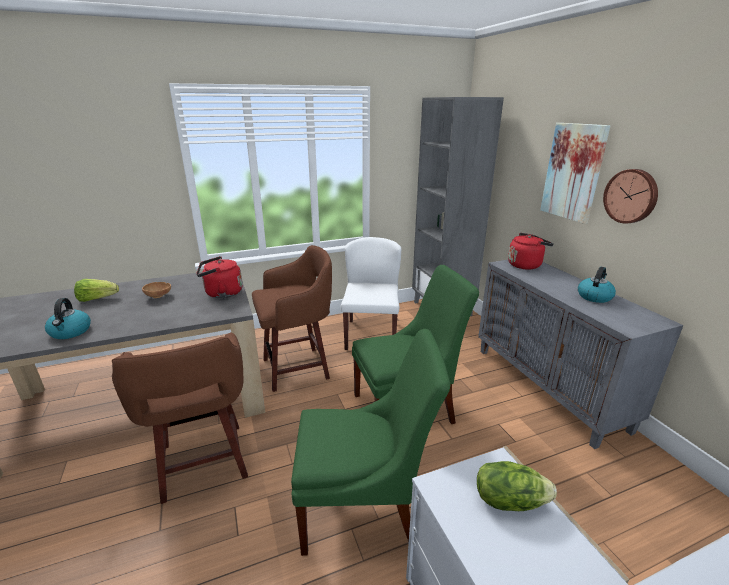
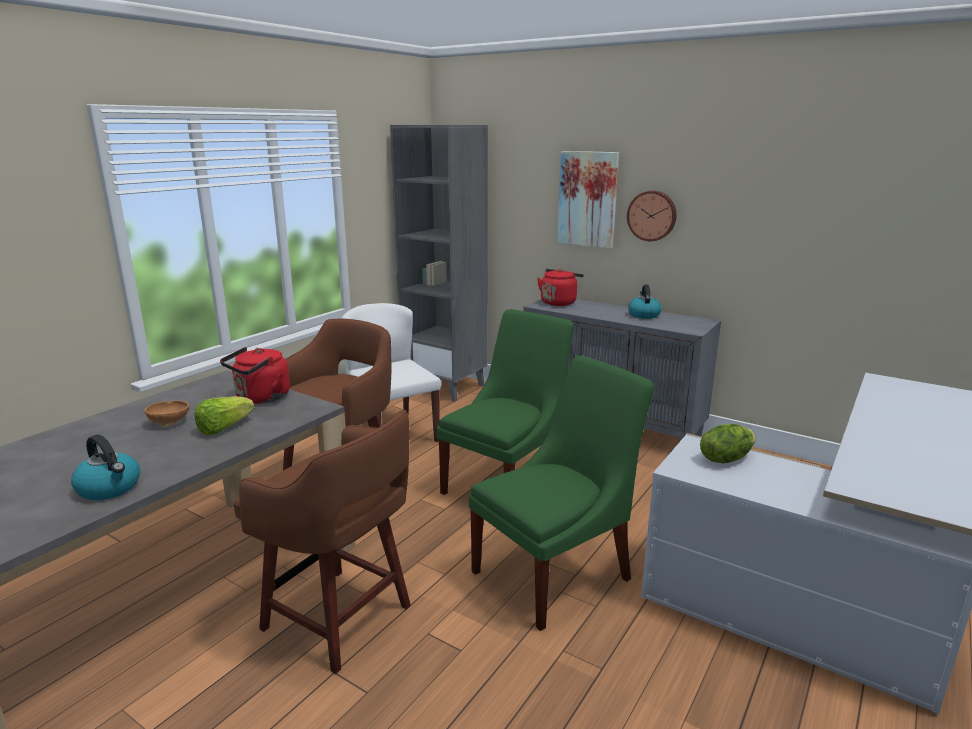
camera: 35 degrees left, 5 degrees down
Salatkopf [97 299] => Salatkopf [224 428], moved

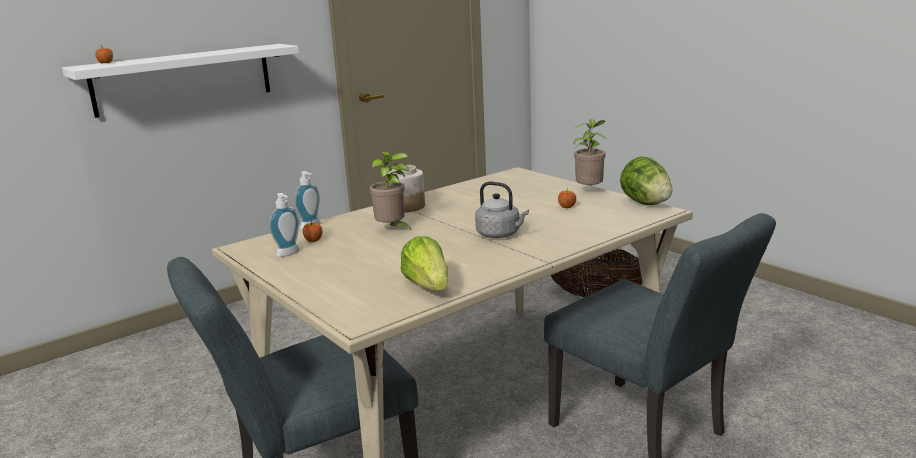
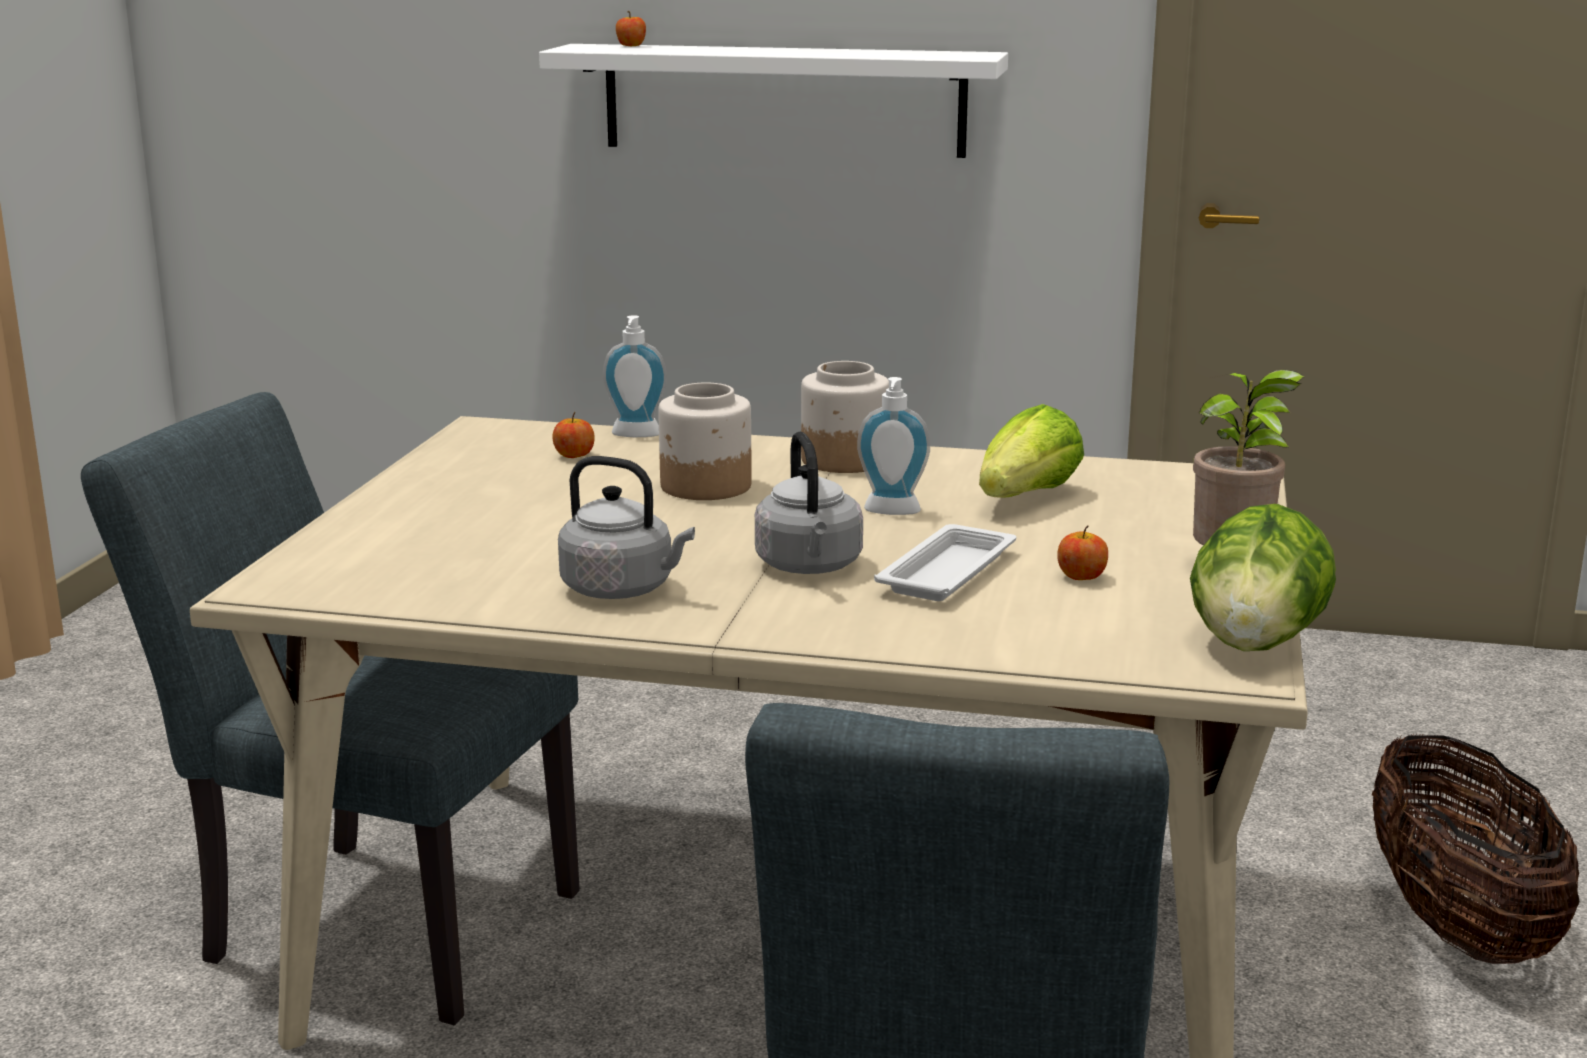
camera: 50 degrees right, 0 degrees up
nothing => Wasserkessel/grau [623 589]
Topfpflanze [392 230] => Vorratsglas [705 486]
Seifenspender [290 254] => Seifenspender [891 512], moved
nothing => Tablett/weiß [948 572]
Salatkopf [428 286] => Salatkopf [1027 497], moved

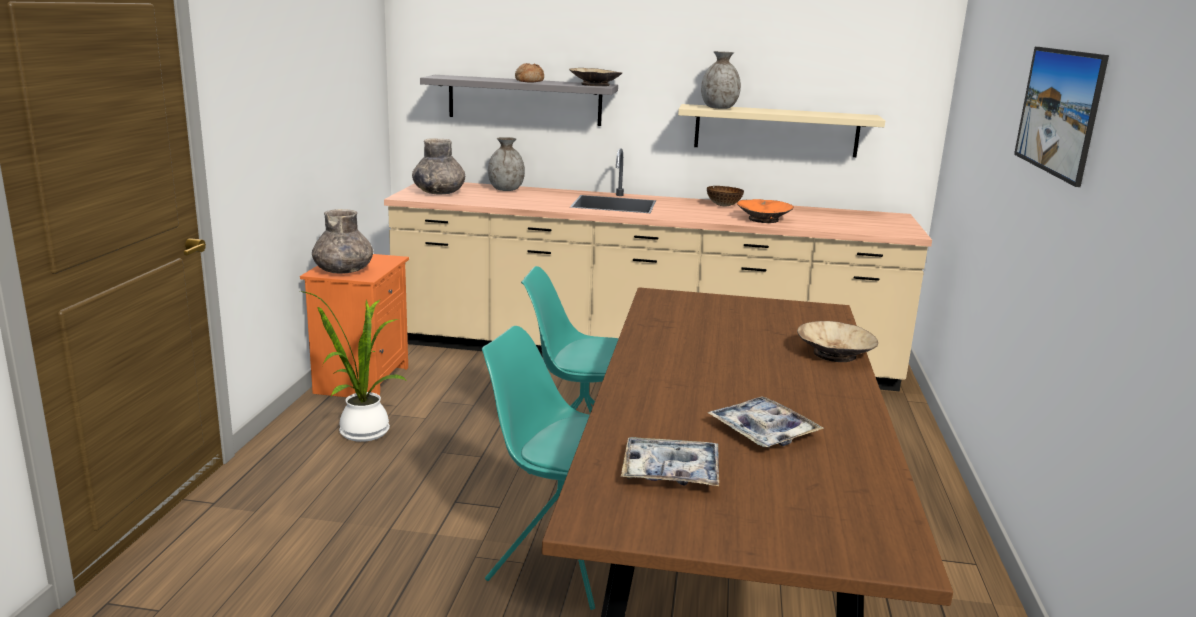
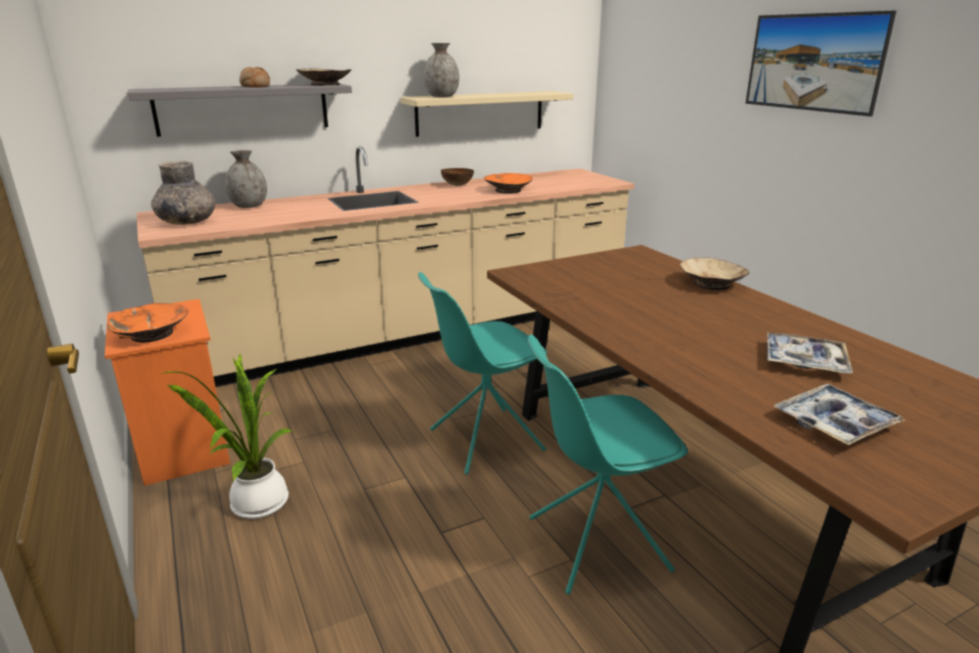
camera: 35 degrees left, 5 degrees up
Vase/grau [344 271] => Schüssel/orange [152 334]

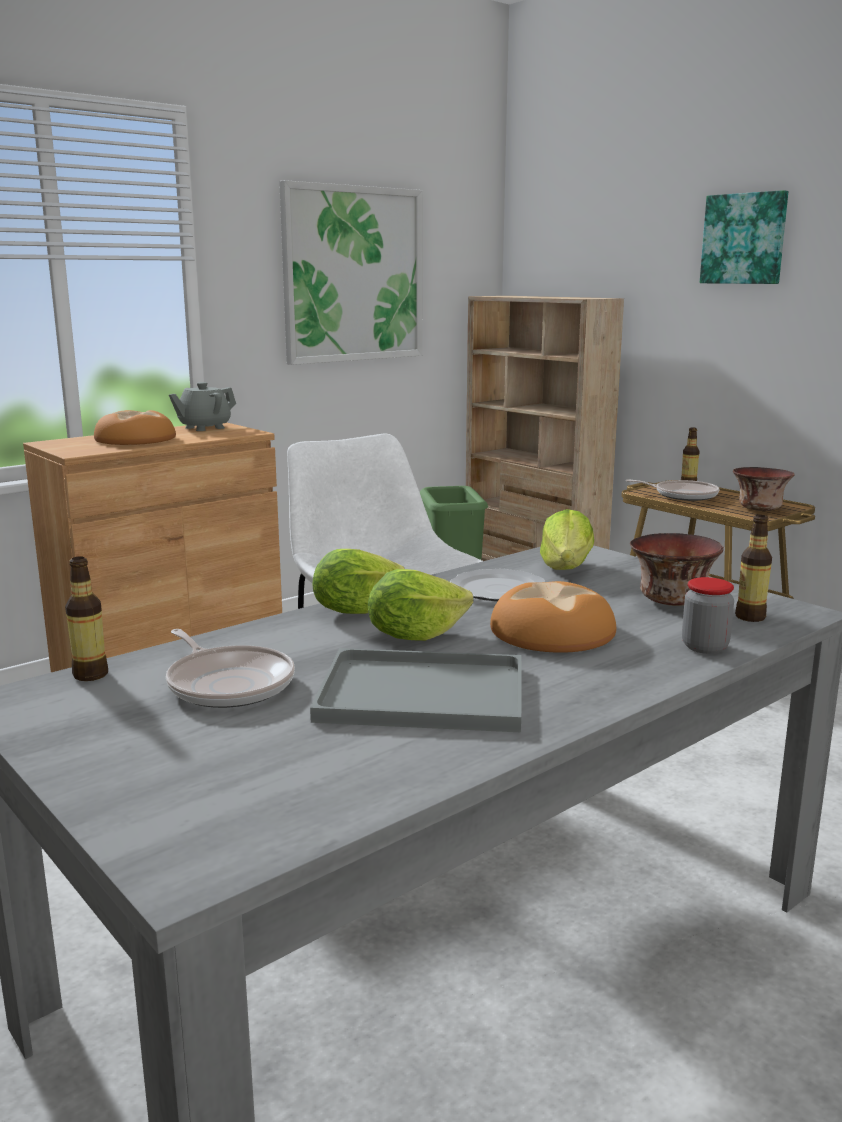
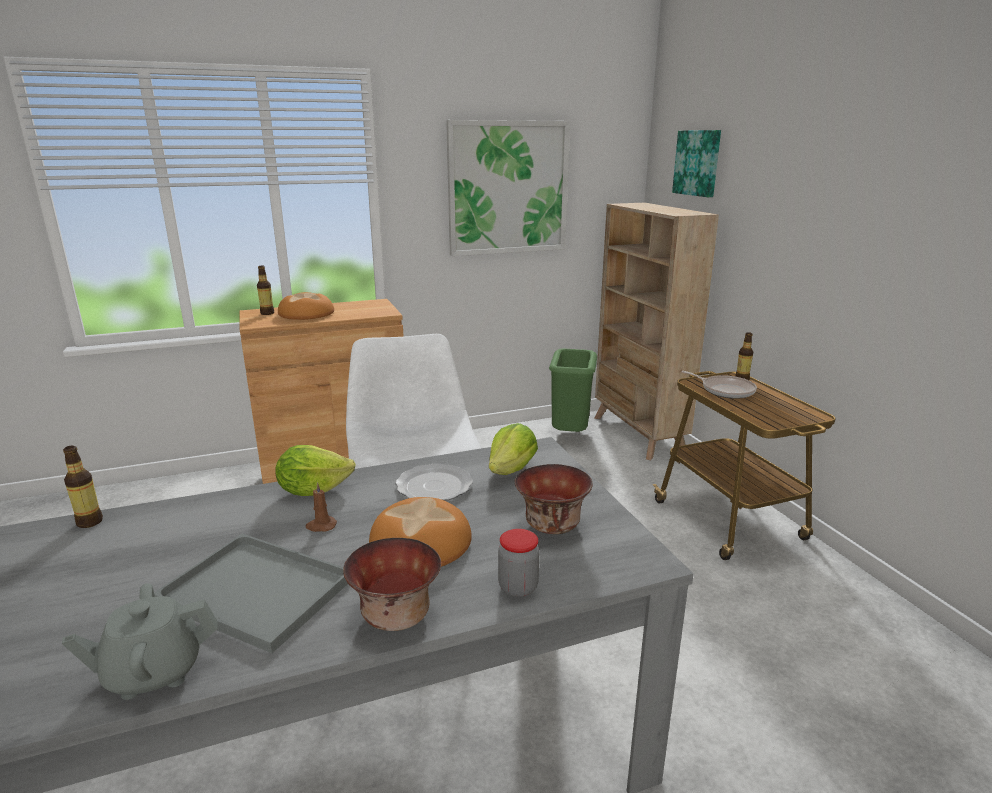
camera: 20 degrees right, 5 degrees up
Teekanne/grau [204 428] => Teekanne/grau [154 672], moved
Flasche [750 617] => Flasche [267 313], moved
Salatkopf [415 636] => Kerze/braun [321 526]
Schüssel [759 509] => Schüssel [394 616], moved
Bild [744 239] => Bild [698 163], moved
Pfanne [228 684] => nothing

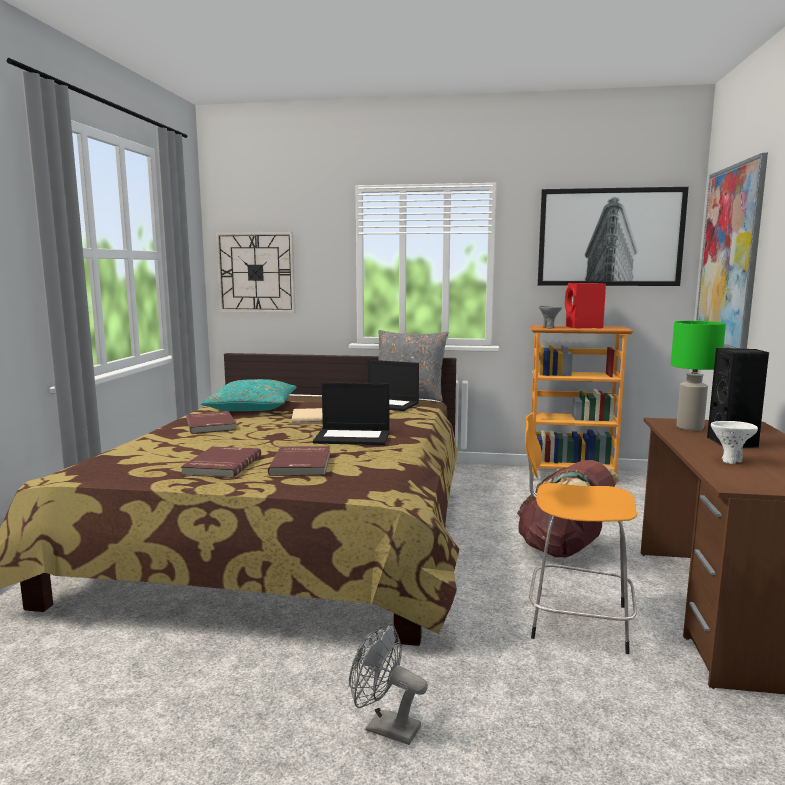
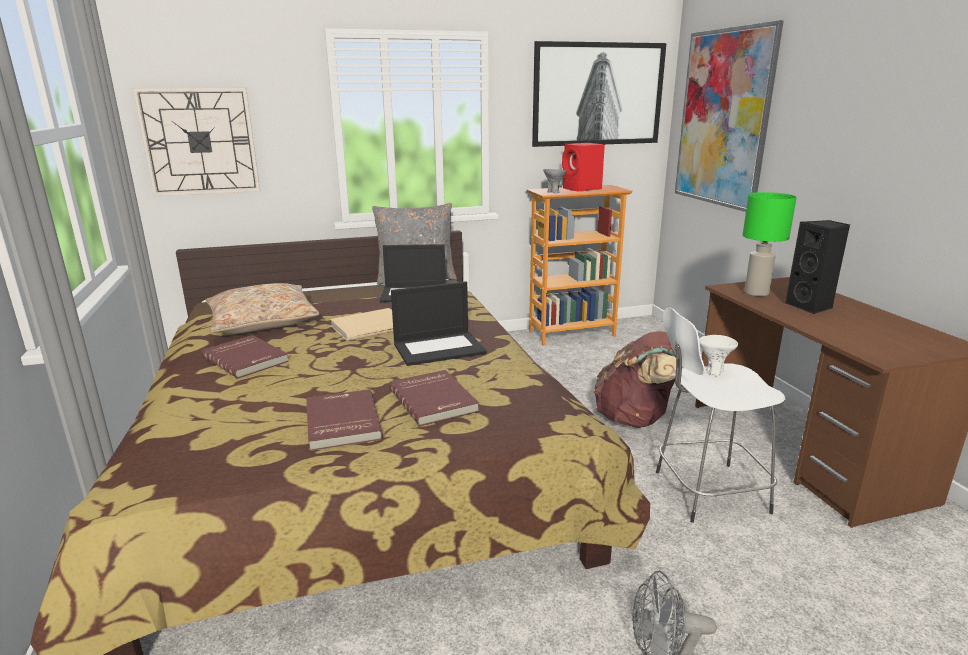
camera: 25 degrees left, 10 degrees up
Kissen/türkis [251 407] => Kissen/beige [262 321]
Hocker/orange [574 620] => Hocker/weiß [706 492]
Schüssel/weiß [730 461] => Schüssel/weiß [714 371], moved

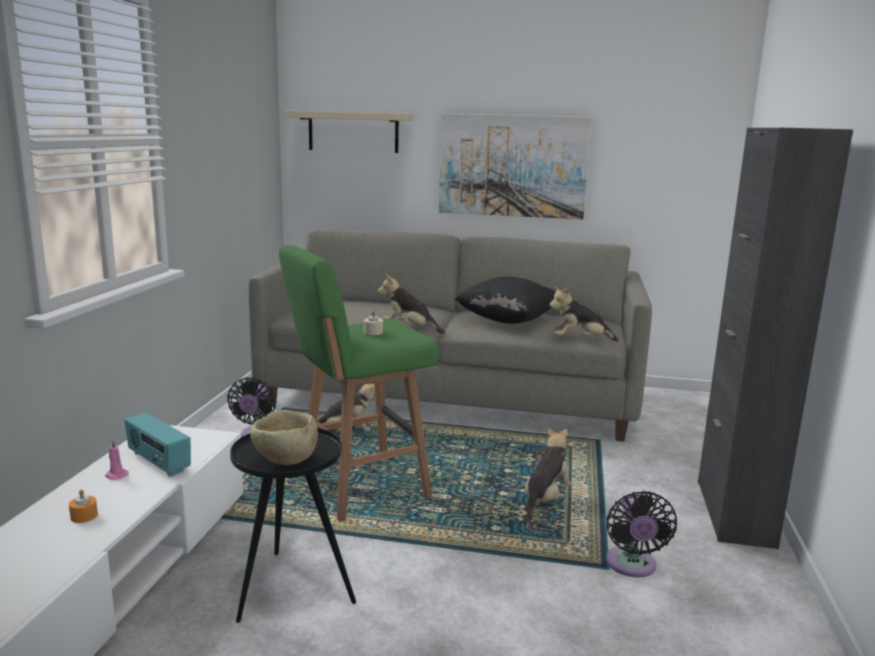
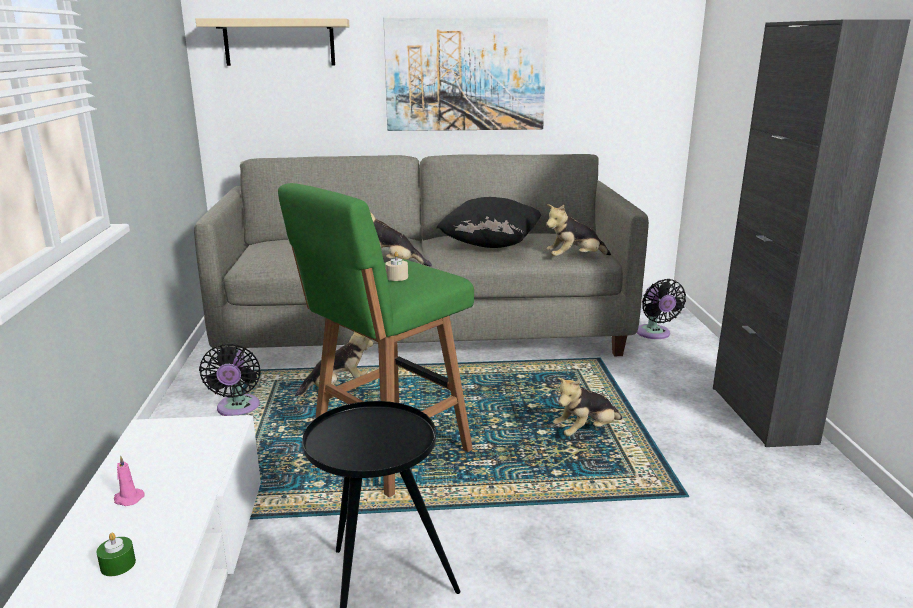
camera: 15 degrees left, 5 degrees up
Kerze/orange [84 516] => Kerze/grün [118 564]
Plüschtier [545 499] => Plüschtier [586 431], 135 degrees counterclockwise
Ventilator/schwarz [631 566] => Ventilator/schwarz [654 334], moved
Radio [158 463] => nothing
Schüssel/beige [285 461] => nothing

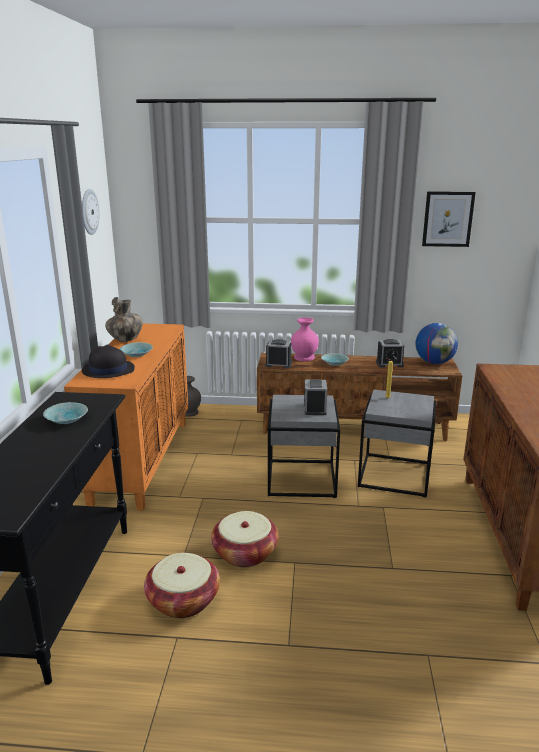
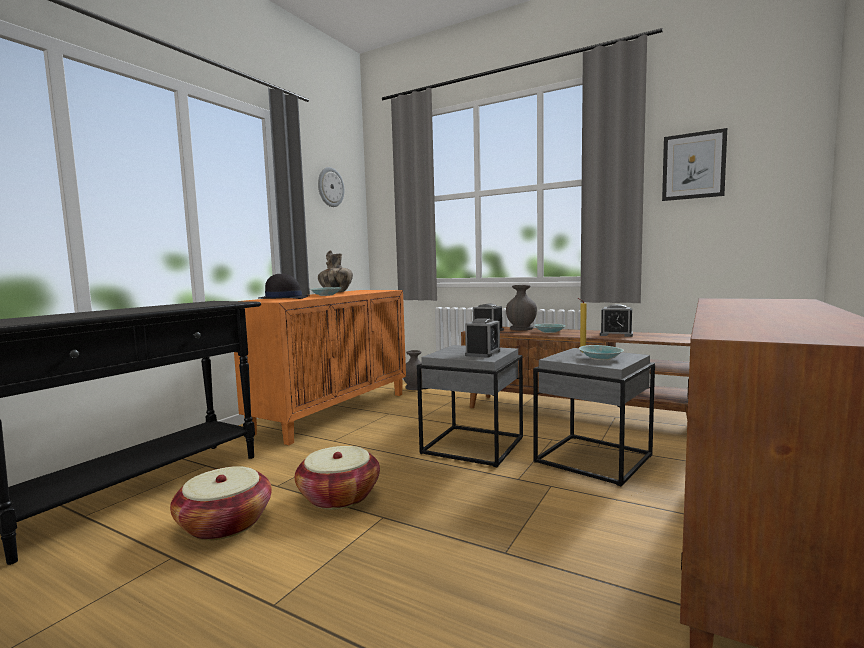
camera: 25 degrees right, 15 degrees down
Vase/rosa [305 357] => Vase/grau [522 328]
Schüssel/türkis [68 419] => Schüssel/türkis [601 358], moved
Globus [434 362] => nothing

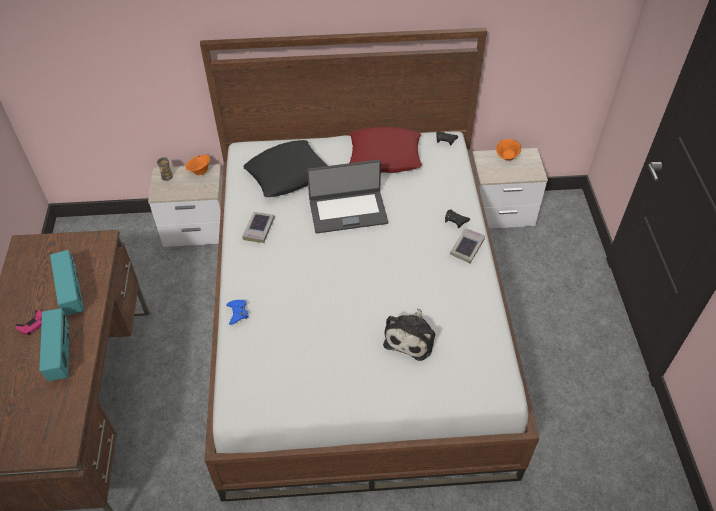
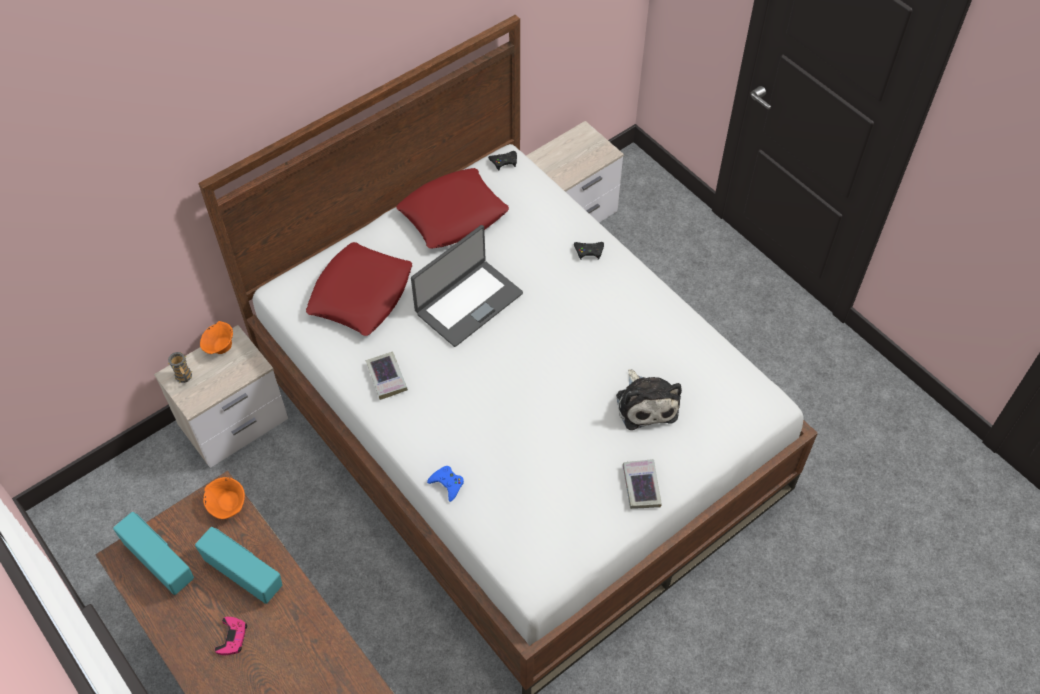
camera: 35 degrees left, 5 degrees up
Radio [61 354] => Radio [161 563], moved
Schüssel/orange [507 157] => Schüssel/orange [228 506], moved
Kissen/schwarz [287 174] => Kissen/rot [361 295]
Buch [467 247] => Buch [641 486], moved

